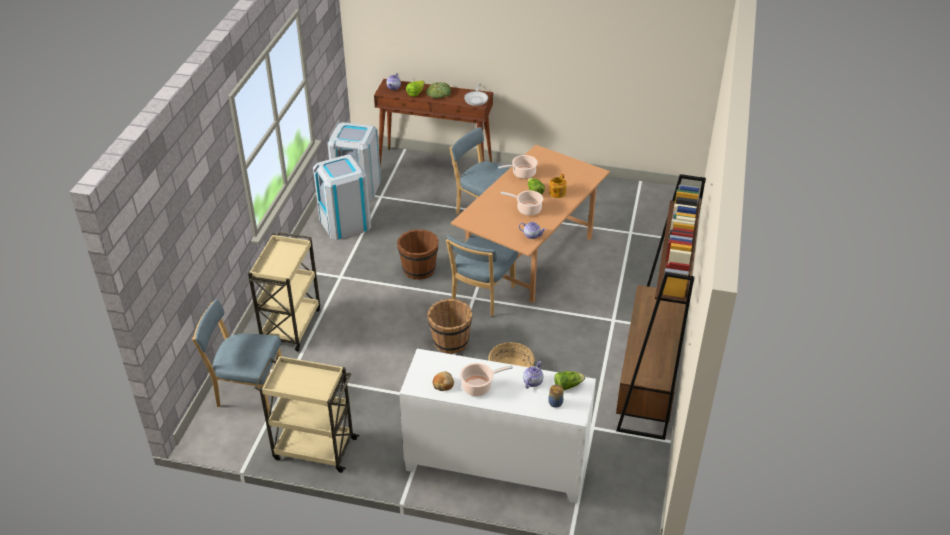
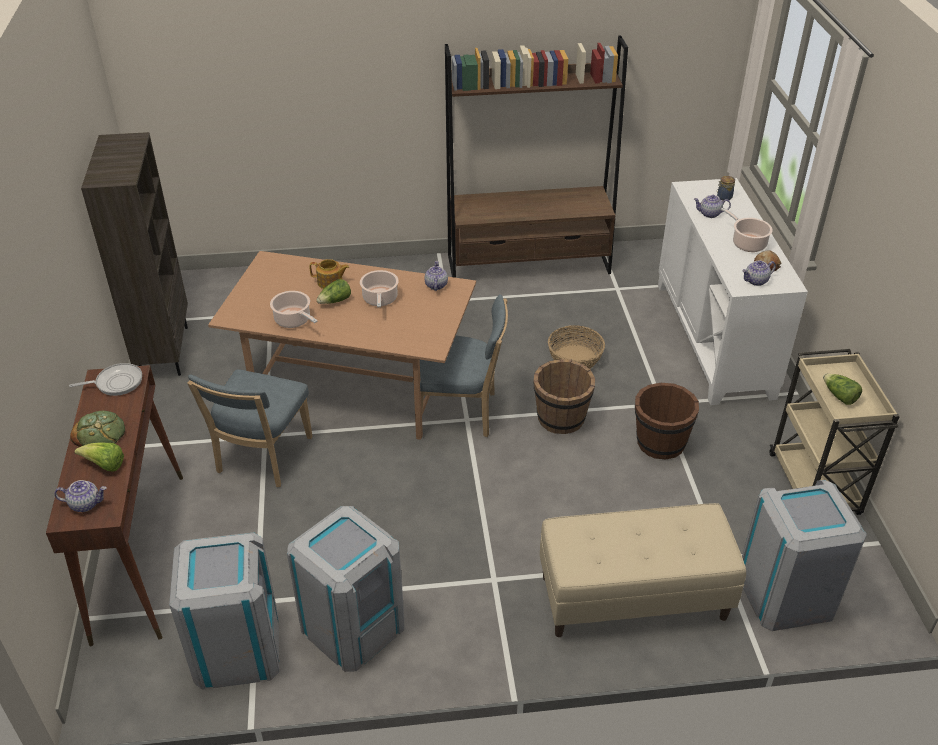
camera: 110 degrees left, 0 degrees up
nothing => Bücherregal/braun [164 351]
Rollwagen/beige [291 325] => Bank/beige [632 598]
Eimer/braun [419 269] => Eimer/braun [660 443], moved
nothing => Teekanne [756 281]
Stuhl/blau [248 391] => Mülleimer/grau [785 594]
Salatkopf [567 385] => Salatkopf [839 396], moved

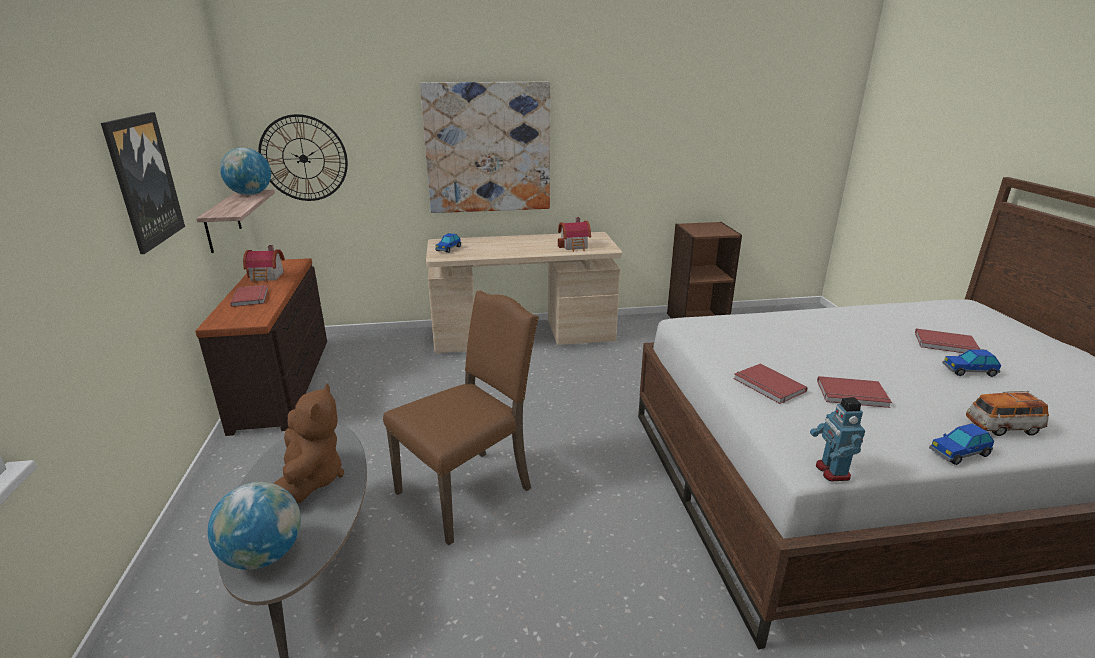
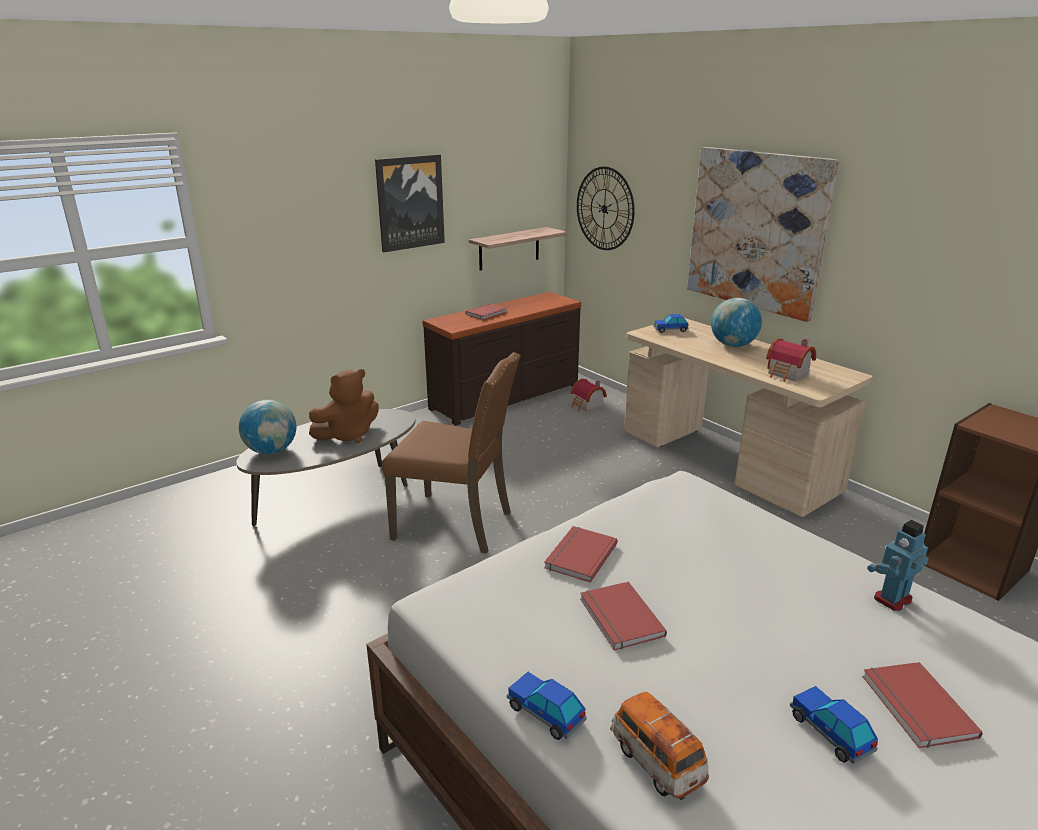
camera: 60 degrees right, 0 degrees up
Spielzeughaus [267 277] => Spielzeughaus [587 406], moved
Globus [250 194] => Globus [733 345], moved
Spielzeugroboter [831 471] => Spielzeugroboter [891 598], moved

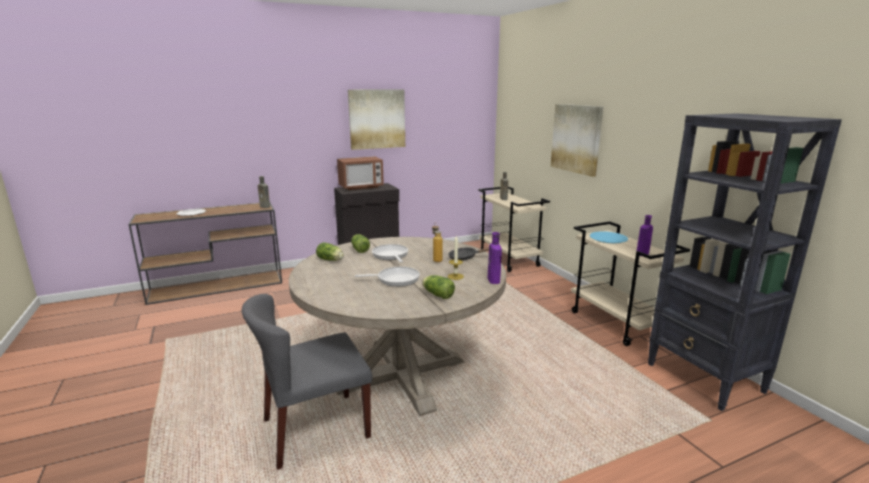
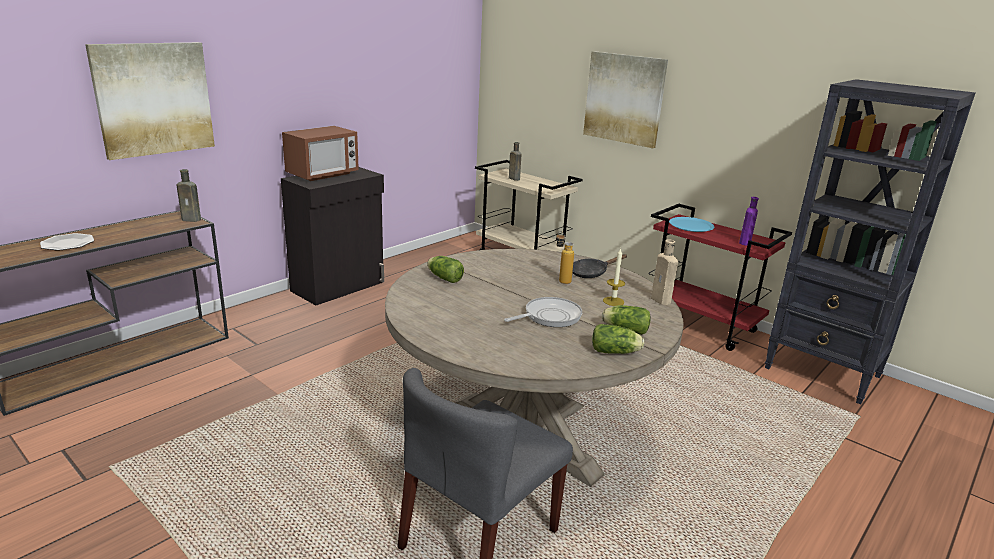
camera: 25 degrees left, 5 degrees up
Bild [377 119] => Bild [154 99], moved
Salatkopf [331 260] => Salatkopf [616 352], moved
Rollwagen/beige [617 323] => Rollwagen/rot [701 325]
Flasche/lila [494 281] => Flasche/beige [662 301]
Pfanne [390 255] => nothing

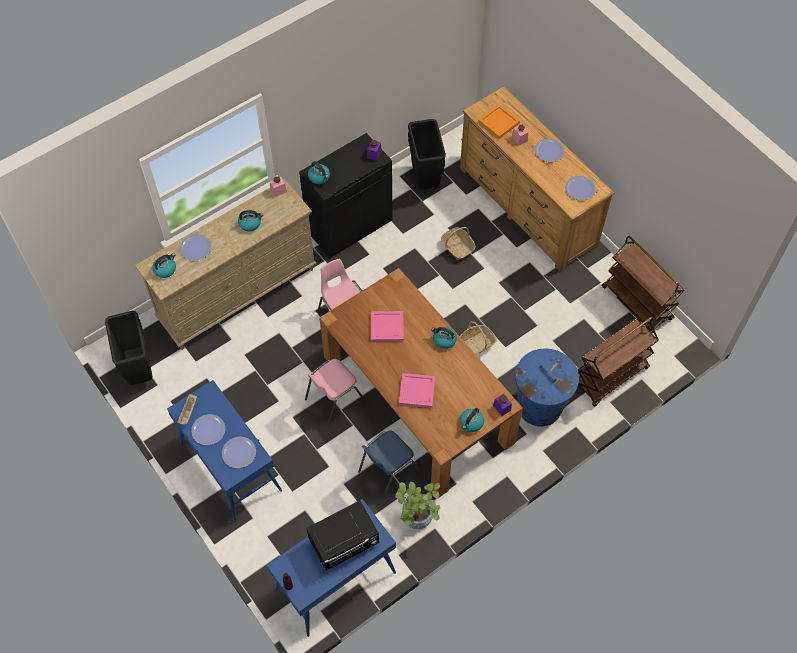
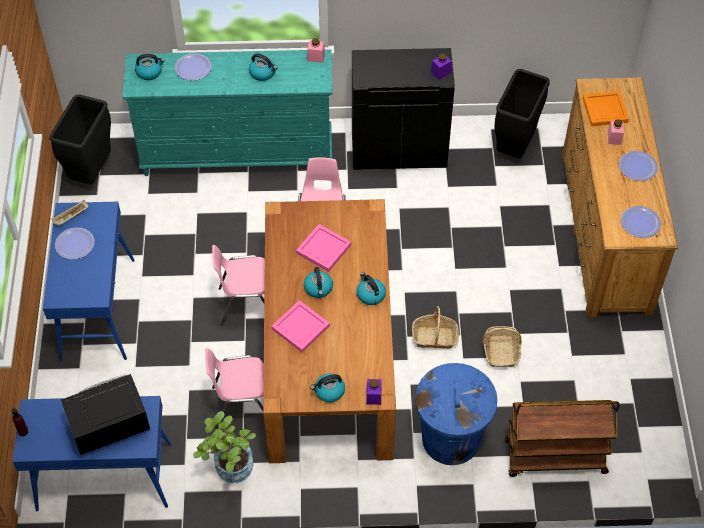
camera: 35 degrees right, 5 degrees down
Mikrowelle/schwarz [345 542] => Mikrowelle/schwarz [108 426], 150 degrees clockwise
Kommode/beige [238 294] => Kommode/türkis [238 155]
Stuhl/blau [387 470] => Stuhl/rosa [241 405]
Wasserkessel [319 177] => Wasserkessel [318 288], moved
Korb [457 247] => Korb [501 351], moved
Teller [239 452] => nothing
Rollwagen/braun [637 303] => nothing

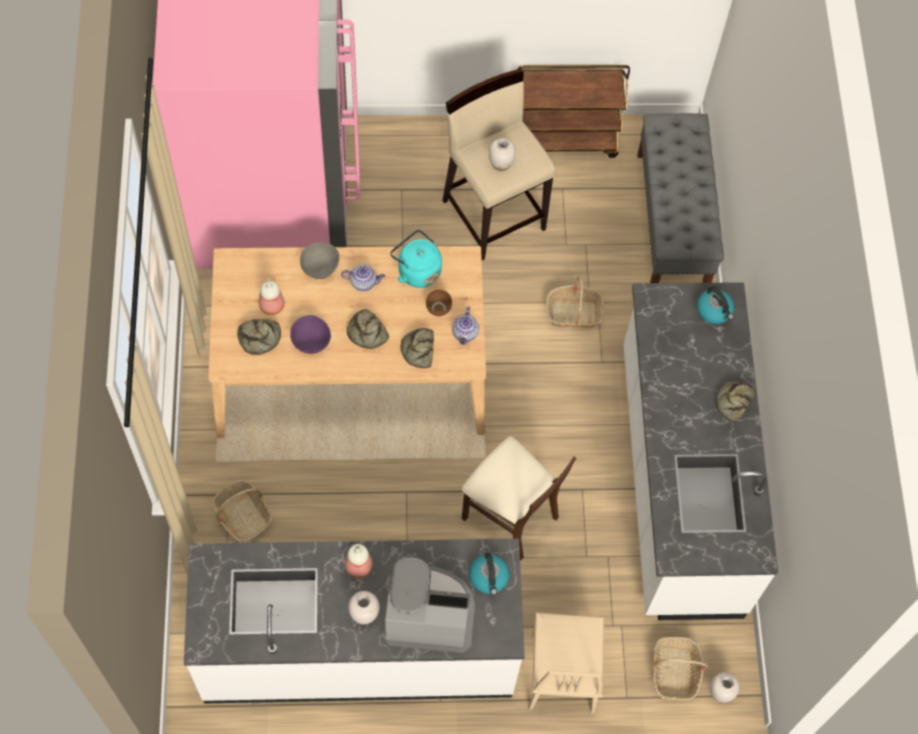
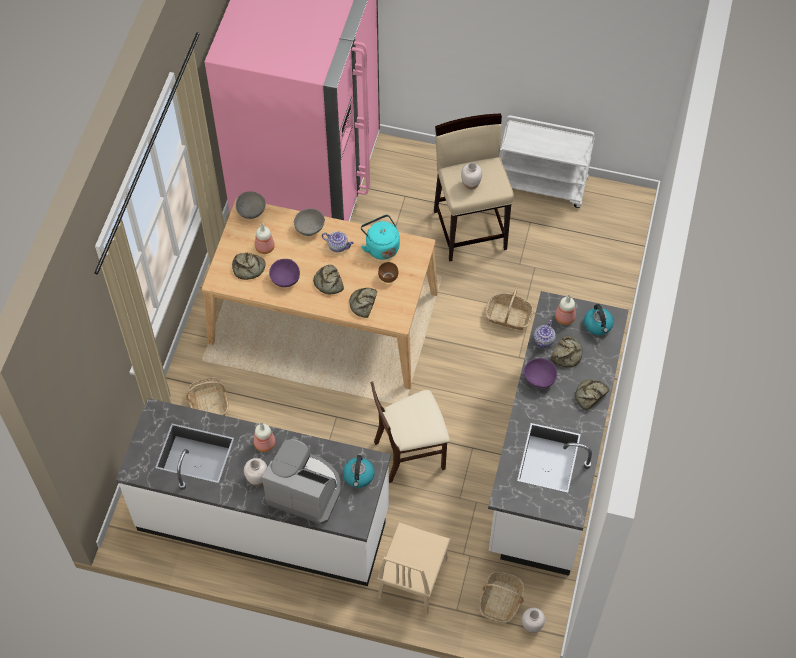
camera: 20 degrees right, 5 degrees down
nothing => Schüssel/grau [251 211]
Stuhl/beige [510 515] => Stuhl/beige [410 453], 105 degrees clockwise
Rollwagen/braun [562 138] => Rollwagen/weiß [542 185]
nothing => Schüssel/lila [539 379]
Teekanne [465 333] => Teekanne [544 340], moved
nothing => Brot [567 354]
nothing => Flasche [564 317]
Bank/grau [672 221] => nothing

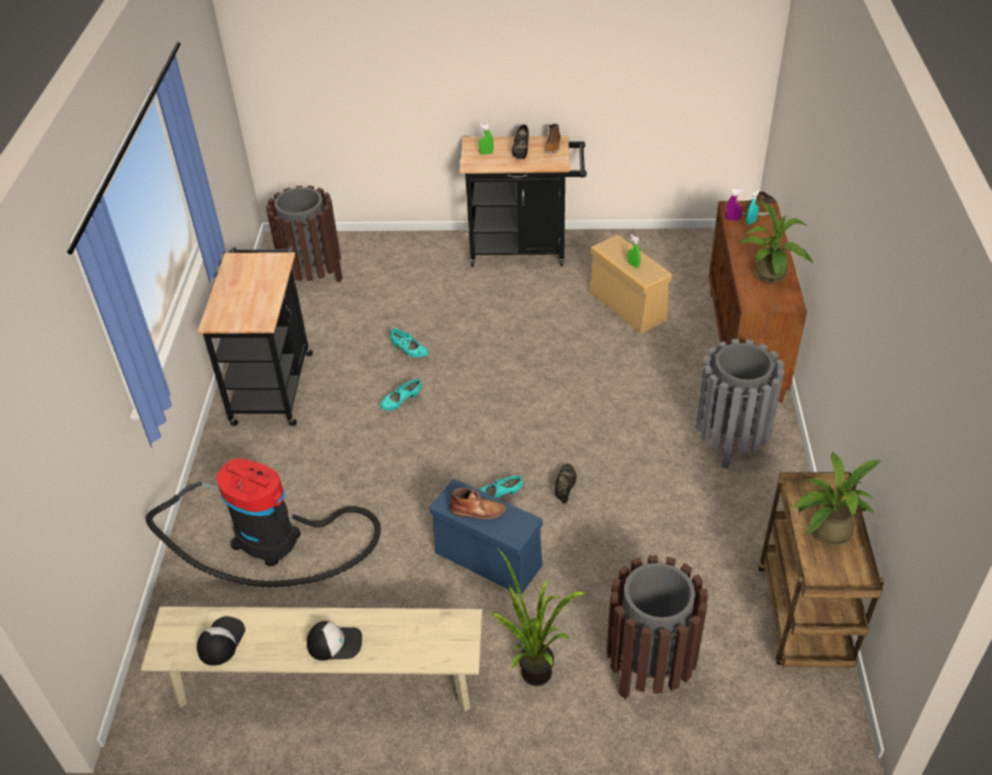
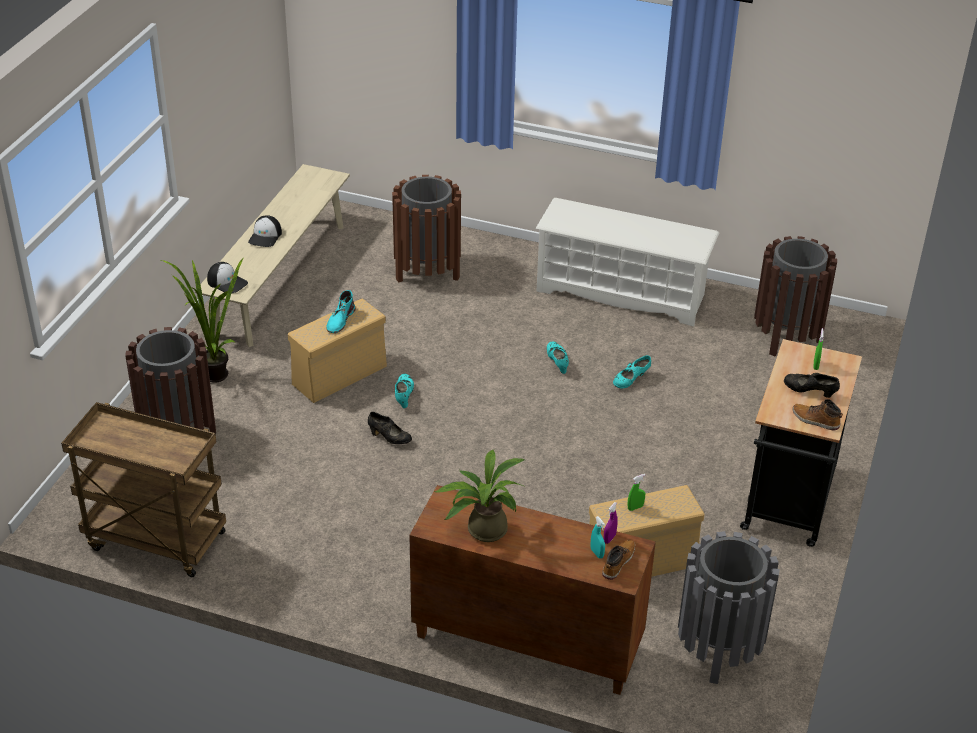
camera: 105 degrees right, 5 degrees down
Kappe [221 641] => Kappe [227 282], moved
Aufbewahrungsbox/blau [486 558] => Aufbewahrungsbox/beige [340 375]
Stiefel/braun [478 511] => Stiefel/türkis [340 320]
Staubsauger [274 542] => Mülleimer/braun [427 272]
Rollwagen/schwarz [273 383] => Schuhregal/weiß [622 293]
Mülleimer/grau [730 441] => Mülleimer/grau [718 649], moved
Topfpflanze [825 532] => nothing

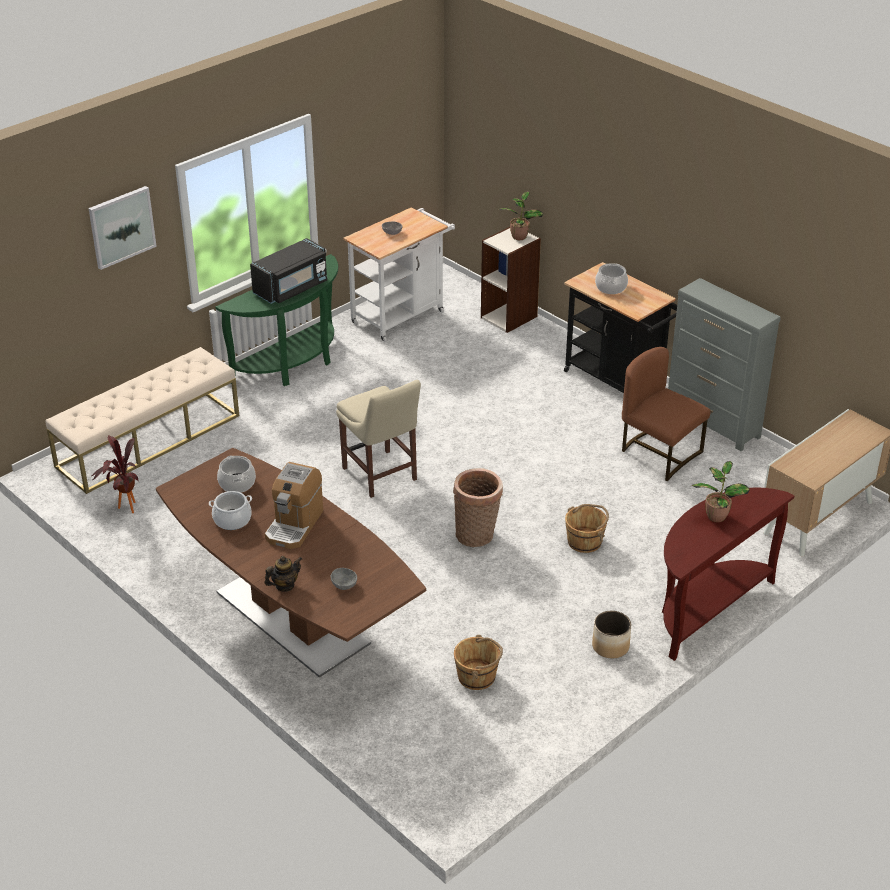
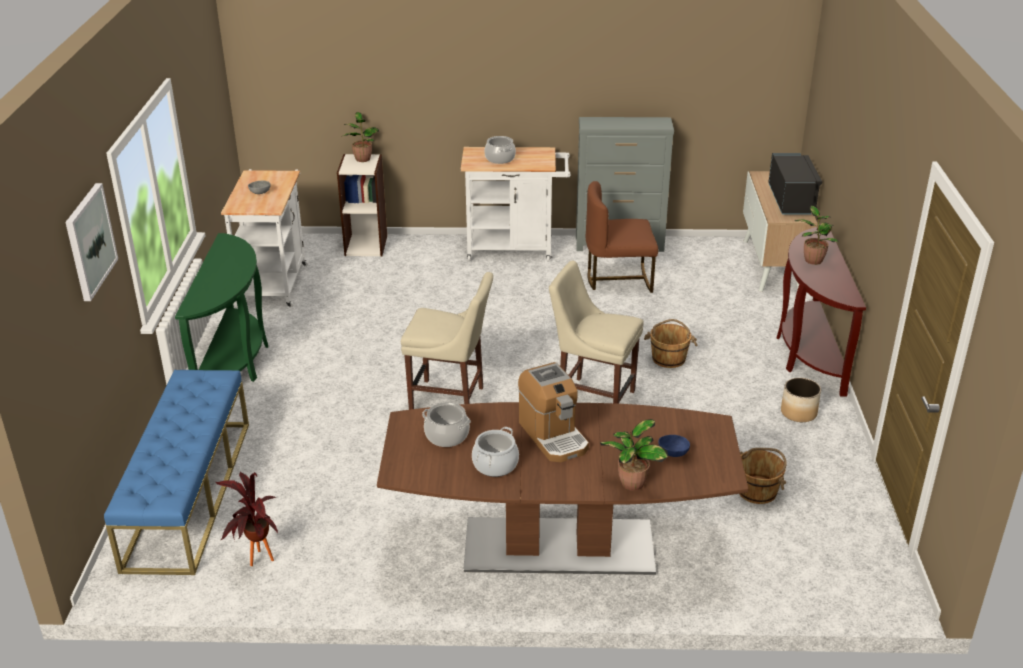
camera: 45 degrees left, 5 degrees down
Bank/beige [149 440] => Bank/blau [188 493]
Rollwagen/schwarz [618 381] => Rollwagen/weiß [515 249]
Korb [477 535] => Stuhl/beige [592 398]
Teekanne [284 585] => Topfpflanze [631 484]
Schüssel/grau [344 584] => Schüssel/blau [673 452]
Mikrowelle/schwarz [291 288] => Mikrowelle/schwarz [791 201], moved

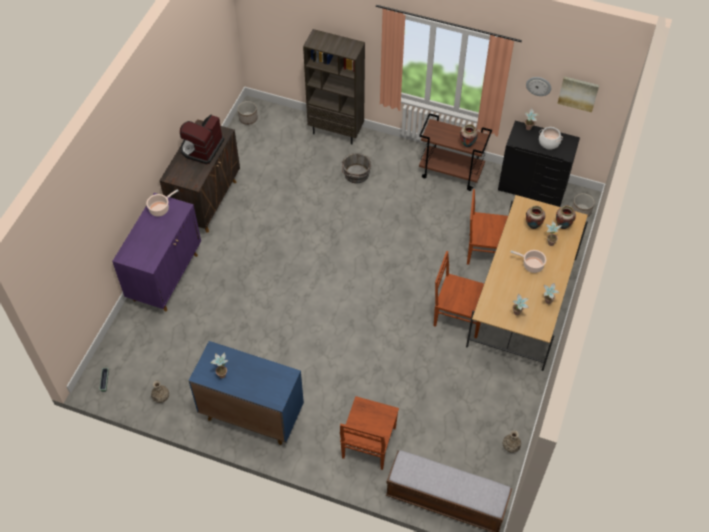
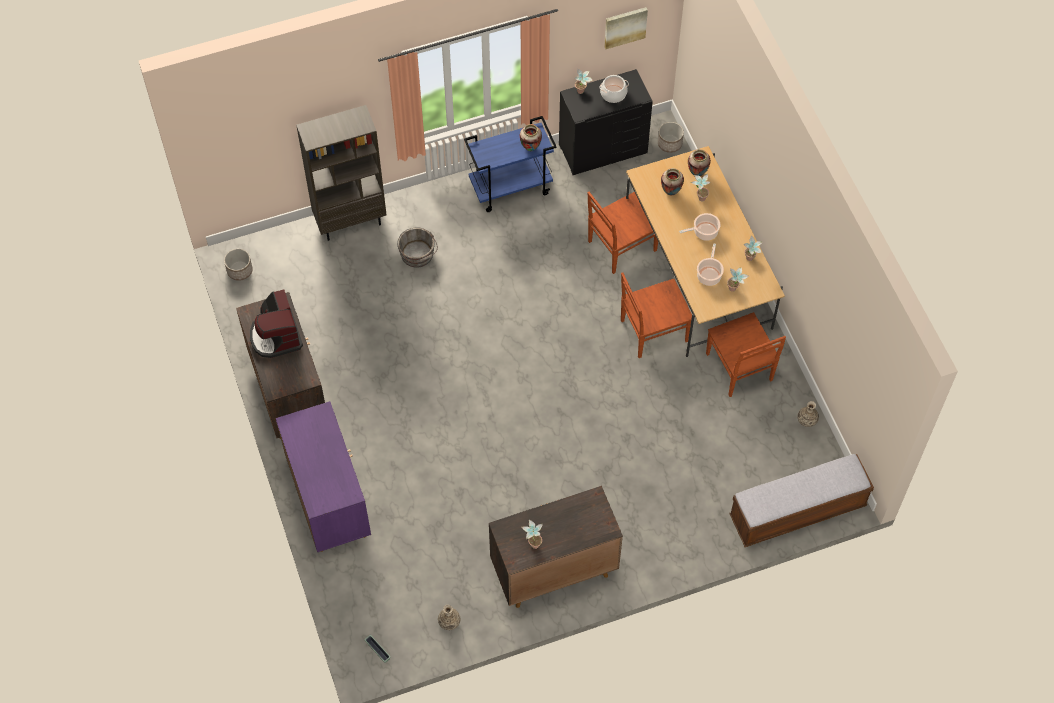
camera: 40 degrees left, 5 degrees up
Rollwagen/braun [451 173] => Rollwagen/blau [511 187]
Schrank/blau [251 415] => Schrank/braun [553 571]
Kochtopf [160 209] => Kochtopf [709 275], moved
Stuhl/braun [368 444] => Stuhl/braun [739 368], moved
Wanduhr [538 85] => nothing

